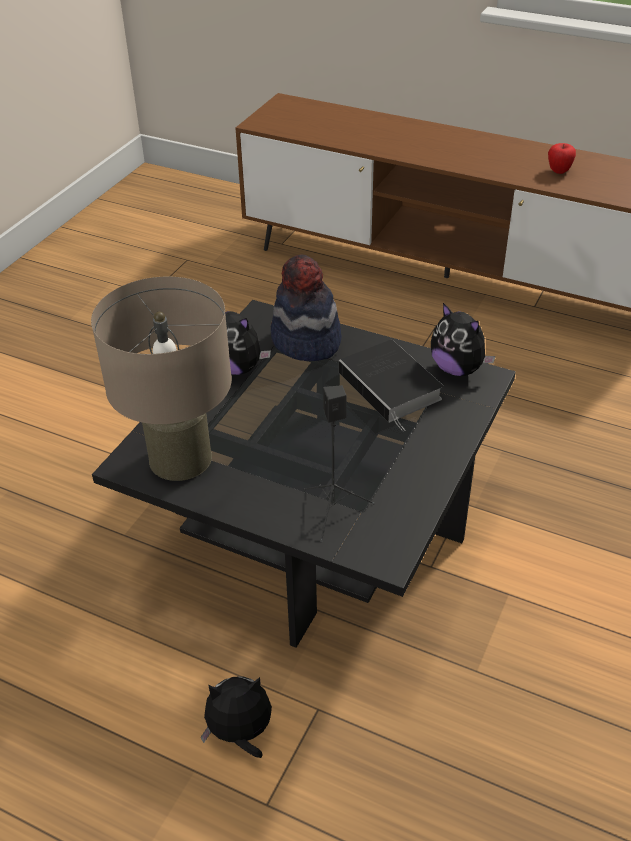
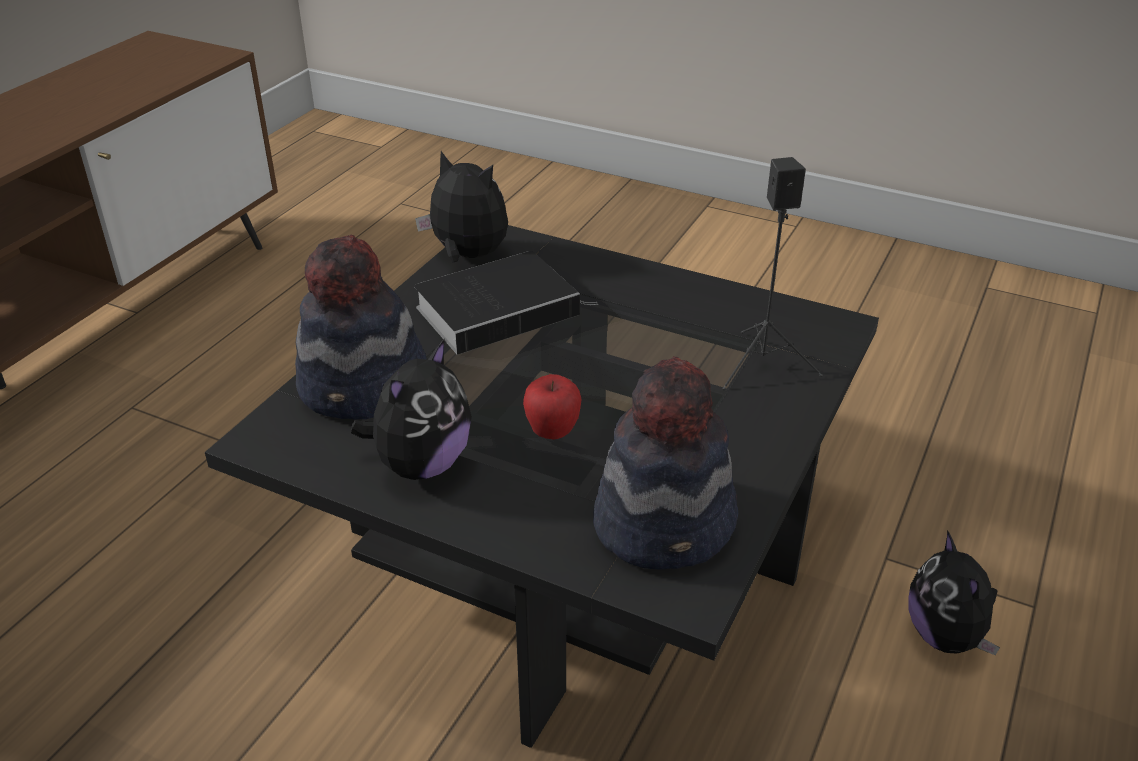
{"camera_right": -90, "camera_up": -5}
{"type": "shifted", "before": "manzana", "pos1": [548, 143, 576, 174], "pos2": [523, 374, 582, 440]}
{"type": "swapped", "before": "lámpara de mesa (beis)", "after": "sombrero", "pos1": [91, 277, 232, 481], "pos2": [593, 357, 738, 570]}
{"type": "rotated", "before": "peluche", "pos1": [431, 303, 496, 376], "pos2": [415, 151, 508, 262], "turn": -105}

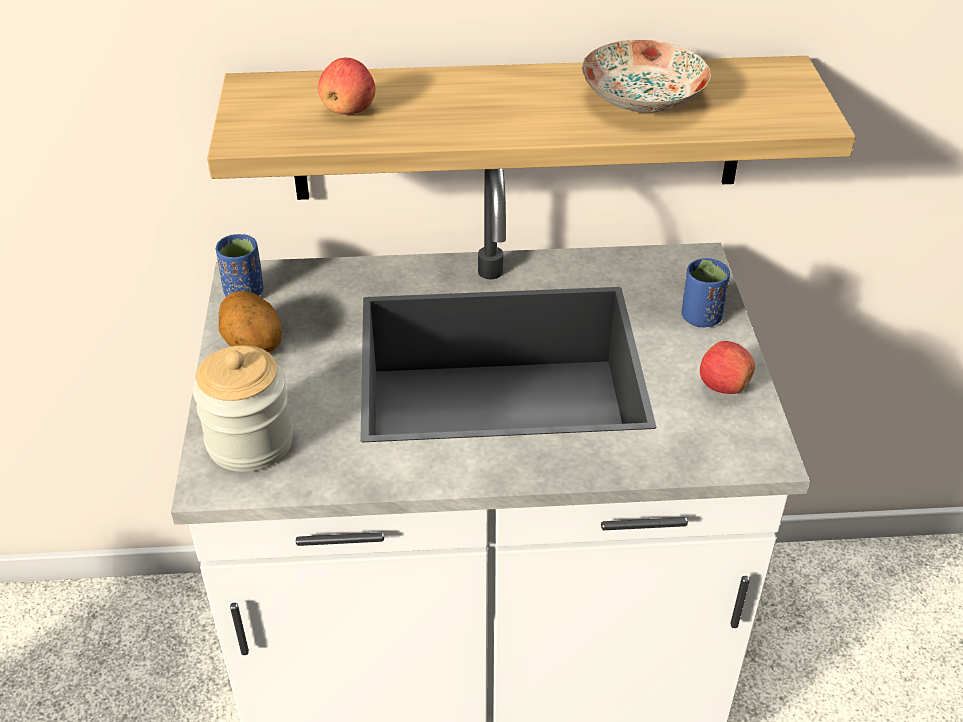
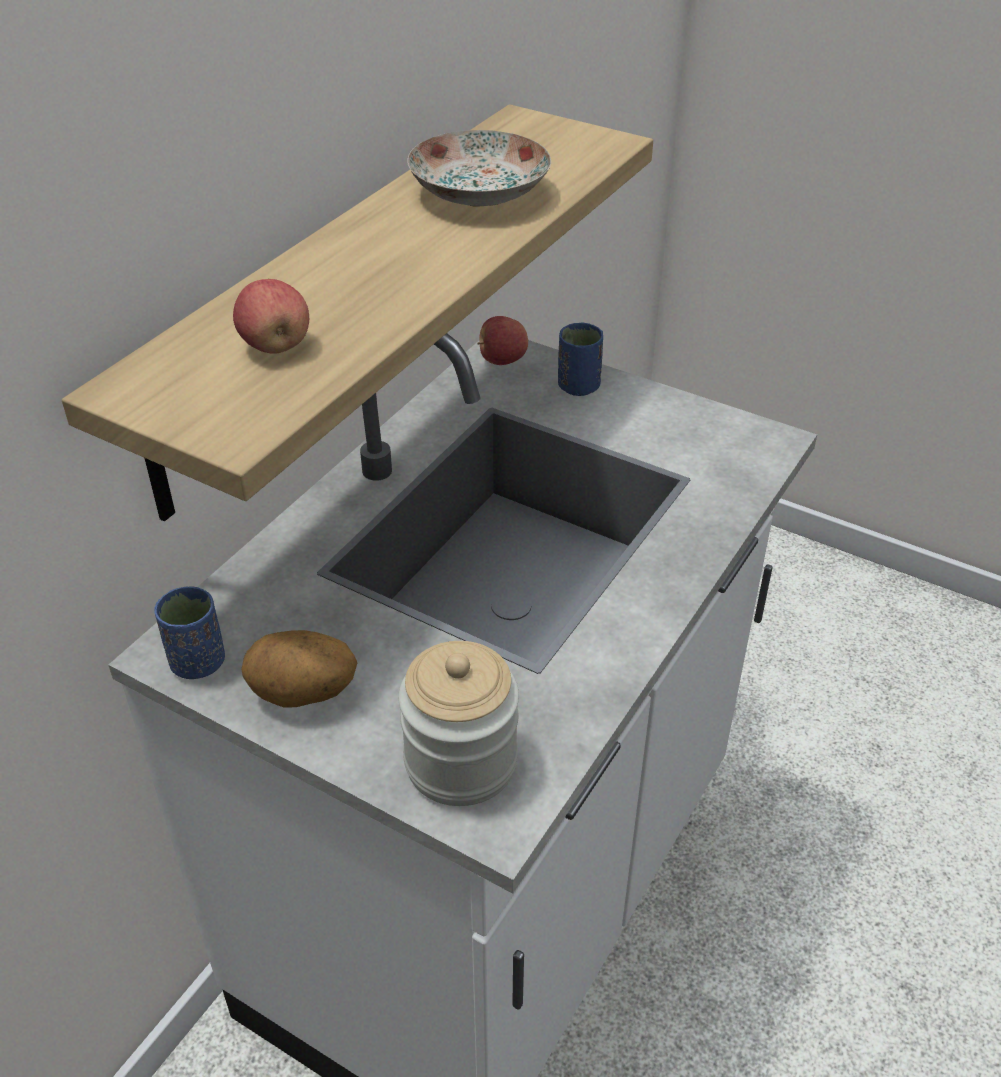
{"camera_right": -55, "camera_up": 0}
{"type": "shifted", "before": "manzana", "pos1": [700, 341, 755, 394], "pos2": [477, 316, 528, 365]}

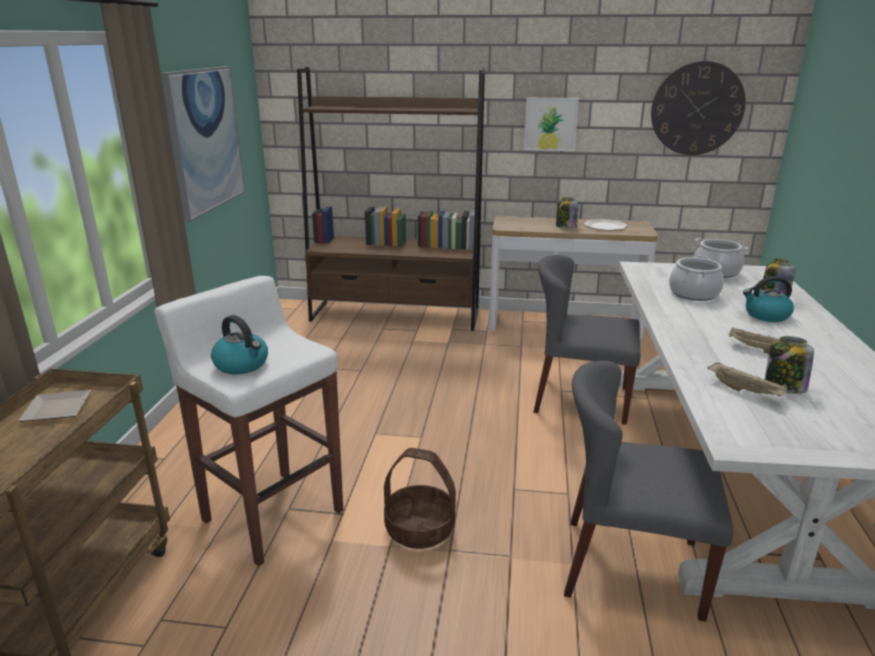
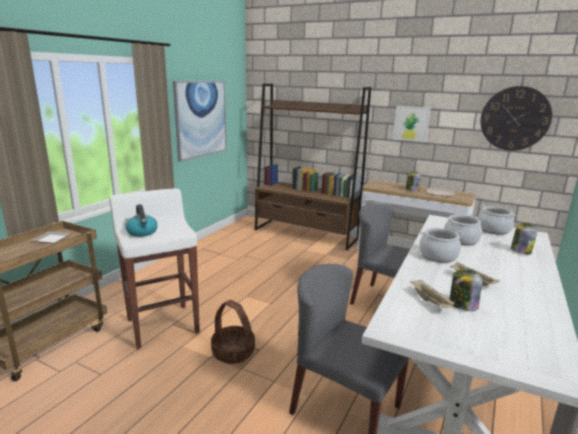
{"camera_right": 20, "camera_up": -5}
{"type": "gone", "before": "hervidor", "pos1": [743, 276, 794, 322]}
{"type": "new", "after": "olla", "pos2": [419, 228, 464, 263]}

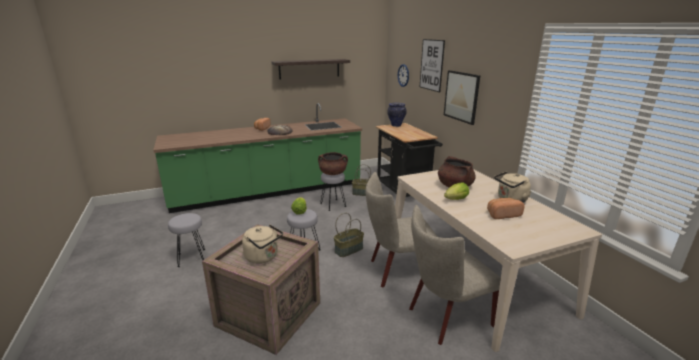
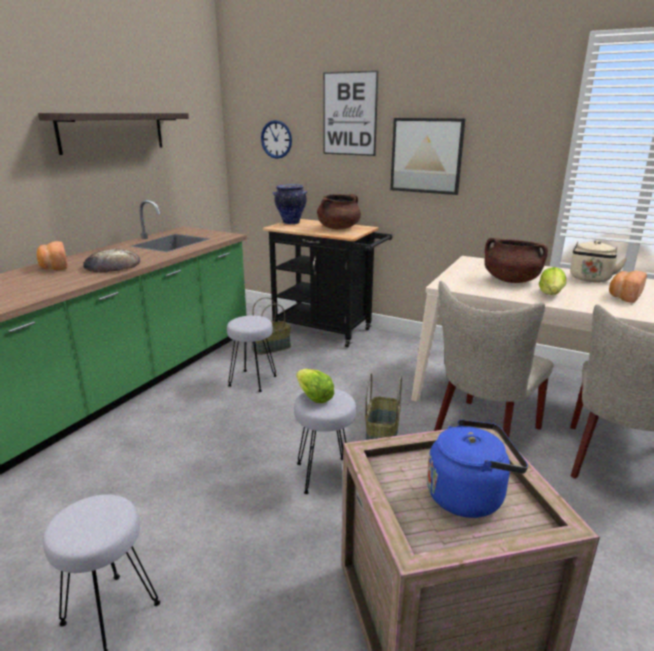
{"camera_right": -40, "camera_up": 0}
{"type": "shifted", "before": "olla (marrón)", "pos1": [318, 152, 348, 175], "pos2": [317, 194, 361, 229]}
{"type": "repainted", "before": "hervidor (beis)", "after": "hervidor (azul)", "pos1": [242, 224, 283, 264], "pos2": [427, 419, 528, 518]}

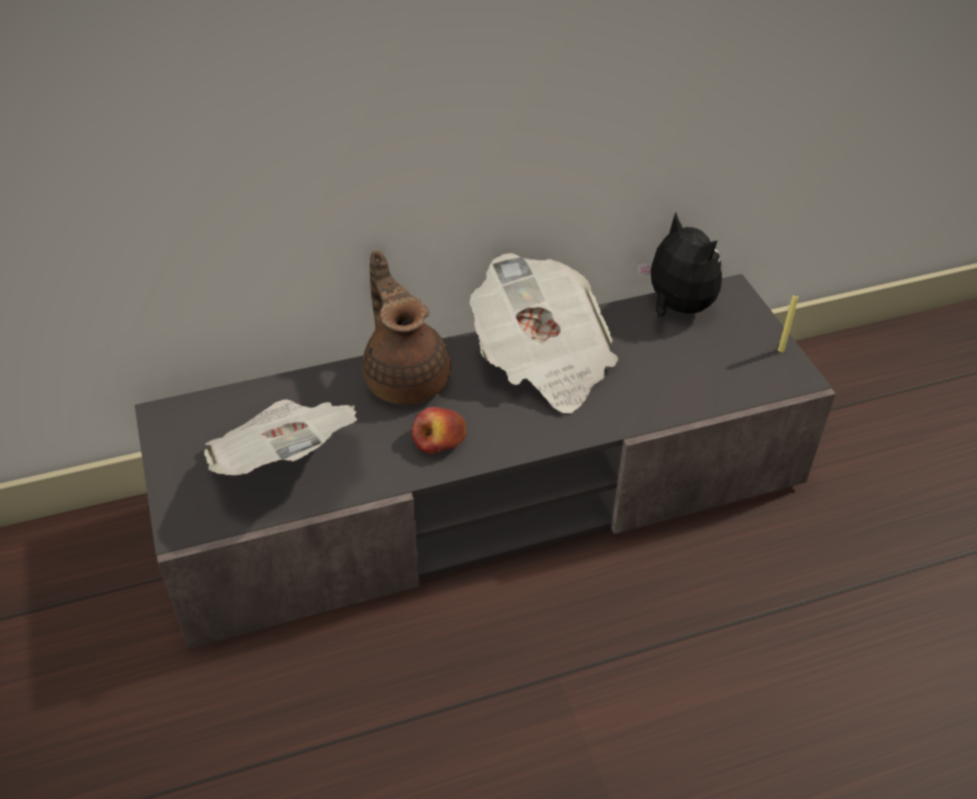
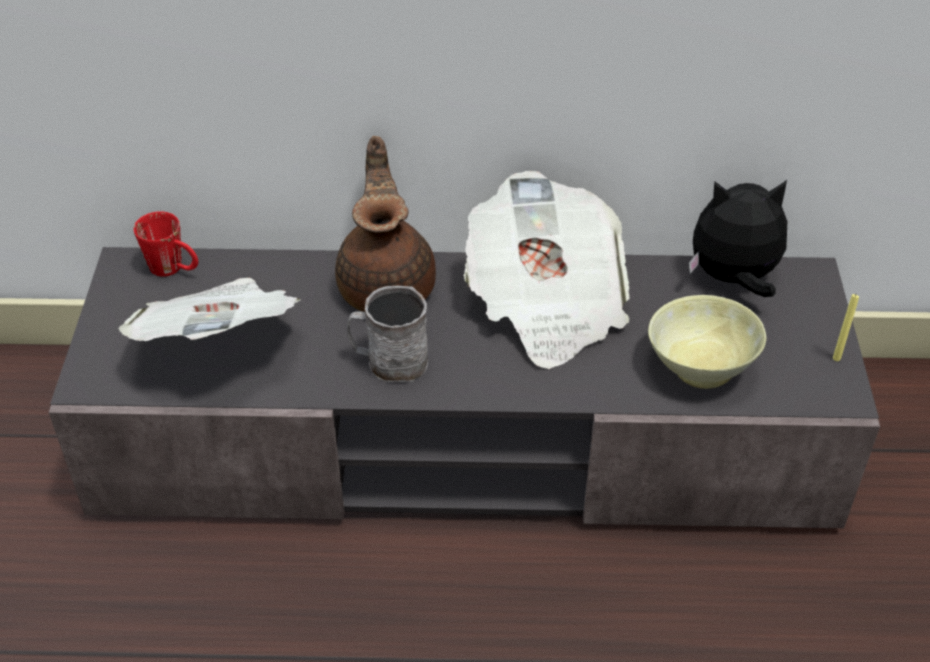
{"camera_right": 20, "camera_up": 0}
{"type": "new", "after": "taza grande (rojo)", "pos2": [134, 211, 198, 277]}
{"type": "new", "after": "cuenco (beis)", "pos2": [648, 295, 766, 389]}
{"type": "swapped", "before": "manzana", "after": "taza grande (gris)", "pos1": [411, 407, 467, 454], "pos2": [347, 286, 428, 382]}
{"type": "rotated", "before": "peluche", "pos1": [638, 212, 722, 317], "pos2": [689, 180, 787, 297], "turn": -75}

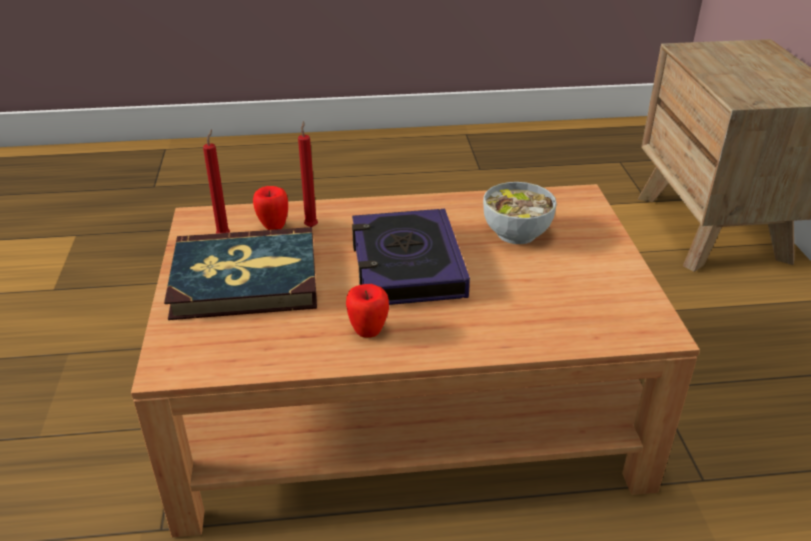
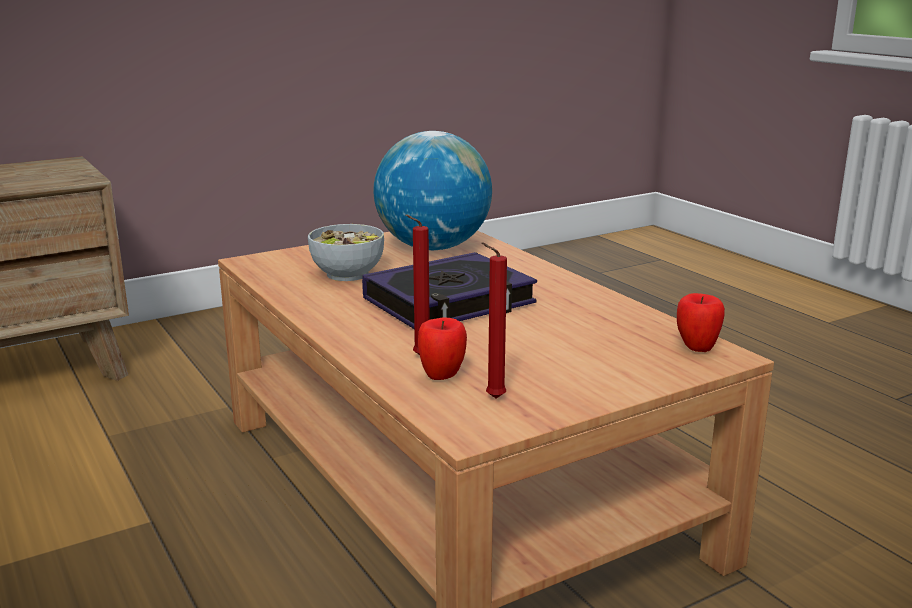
{"camera_right": -115, "camera_up": -15}
{"type": "gone", "before": "libro", "pos1": [164, 227, 317, 320]}
{"type": "new", "after": "globo terráqueo", "pos2": [373, 131, 492, 250]}
{"type": "shifted", "before": "manzana", "pos1": [346, 284, 389, 338], "pos2": [677, 293, 725, 352]}

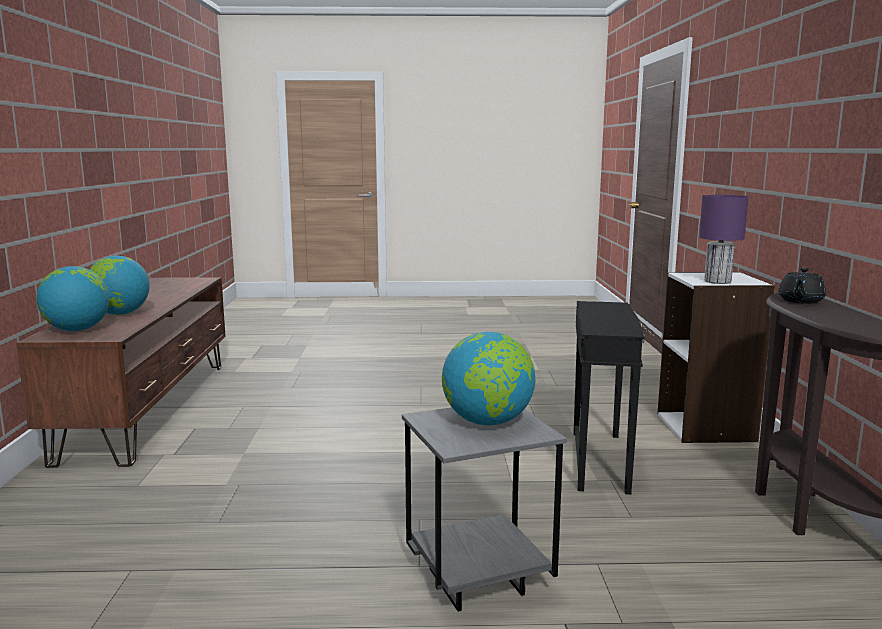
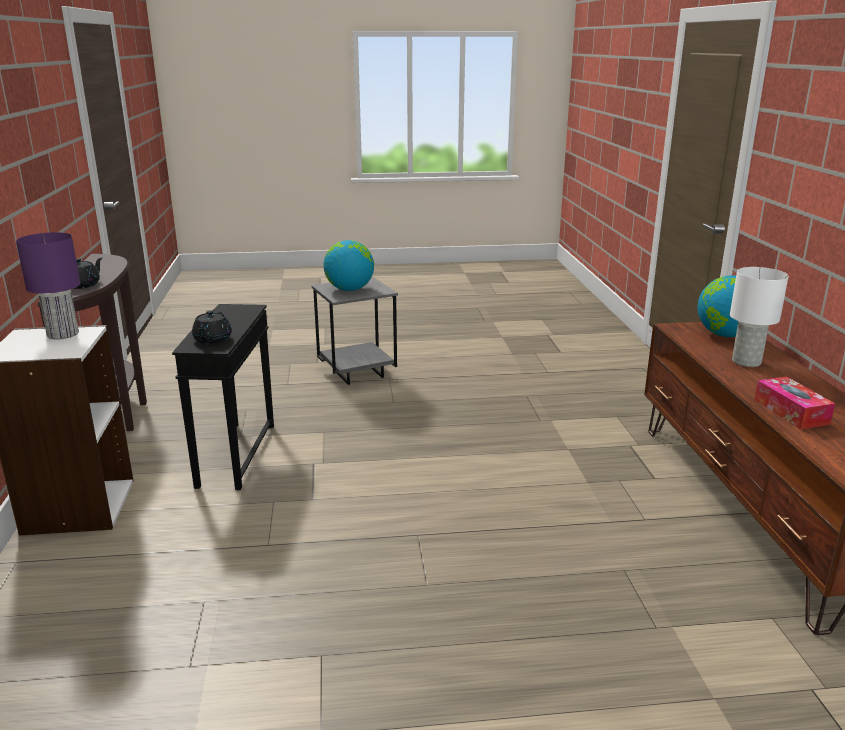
{"camera_right": 175, "camera_up": 10}
{"type": "new", "after": "tetera (negro)", "pos2": [192, 310, 232, 344]}
{"type": "new", "after": "caja de pañuelos", "pos2": [754, 376, 835, 429]}
{"type": "swapped", "before": "globo terráqueo", "after": "lámpara de mesa (blanco)", "pos1": [89, 256, 150, 315], "pos2": [730, 267, 789, 367]}

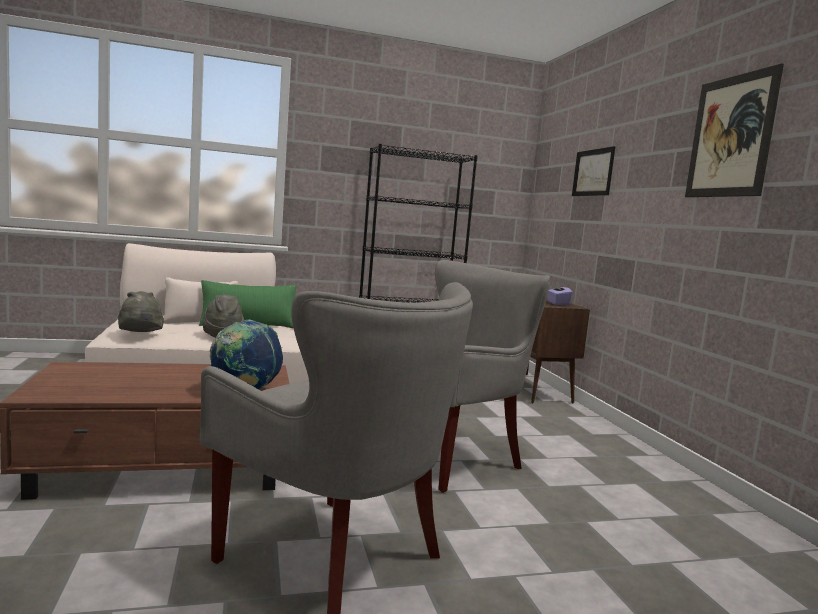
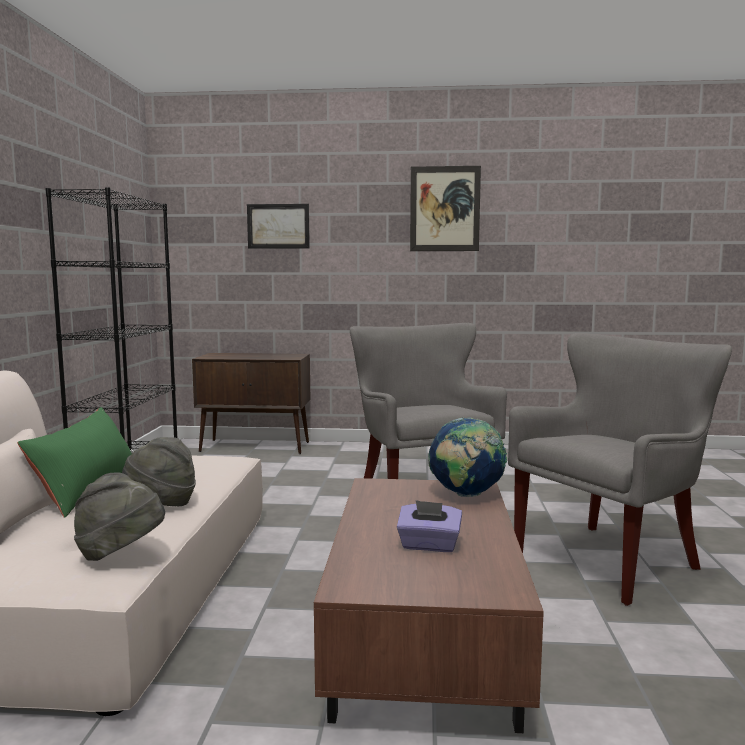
{"camera_right": -70, "camera_up": 0}
{"type": "shifted", "before": "caja de pañuelos (morado)", "pos1": [547, 282, 573, 305], "pos2": [397, 500, 462, 552]}

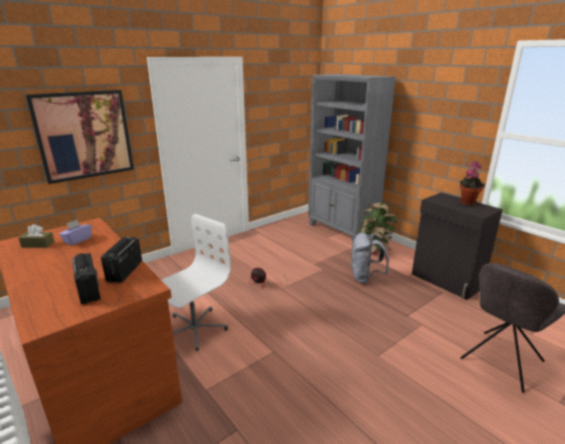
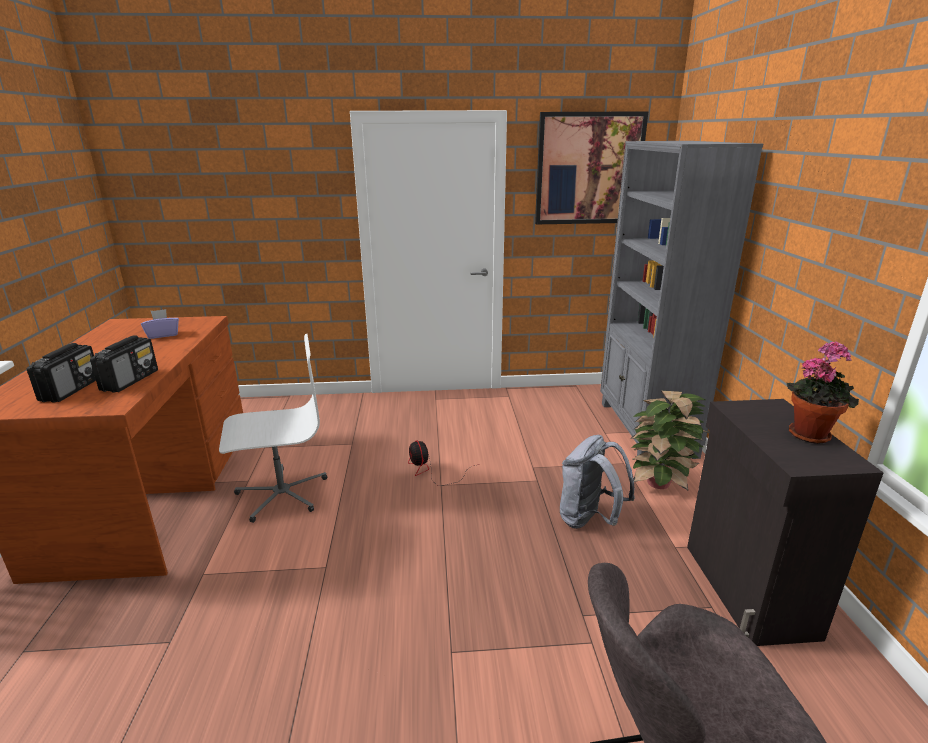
{"camera_right": 35, "camera_up": 0}
{"type": "gone", "before": "caja de pañuelos (marrón)", "pos1": [19, 224, 54, 248]}
{"type": "shifted", "before": "cuadro", "pos1": [26, 90, 134, 184], "pos2": [535, 111, 648, 224]}
{"type": "rotated", "before": "radio", "pos1": [101, 237, 142, 283], "pos2": [90, 335, 158, 393], "turn": 150}

